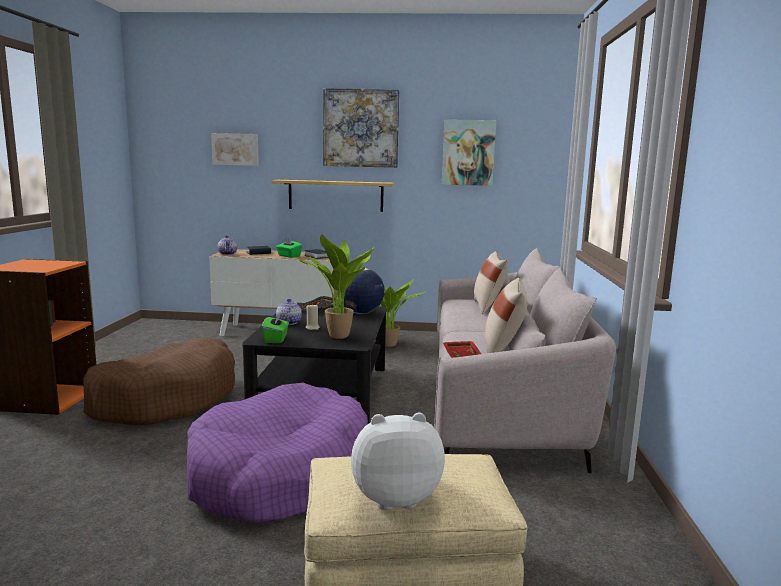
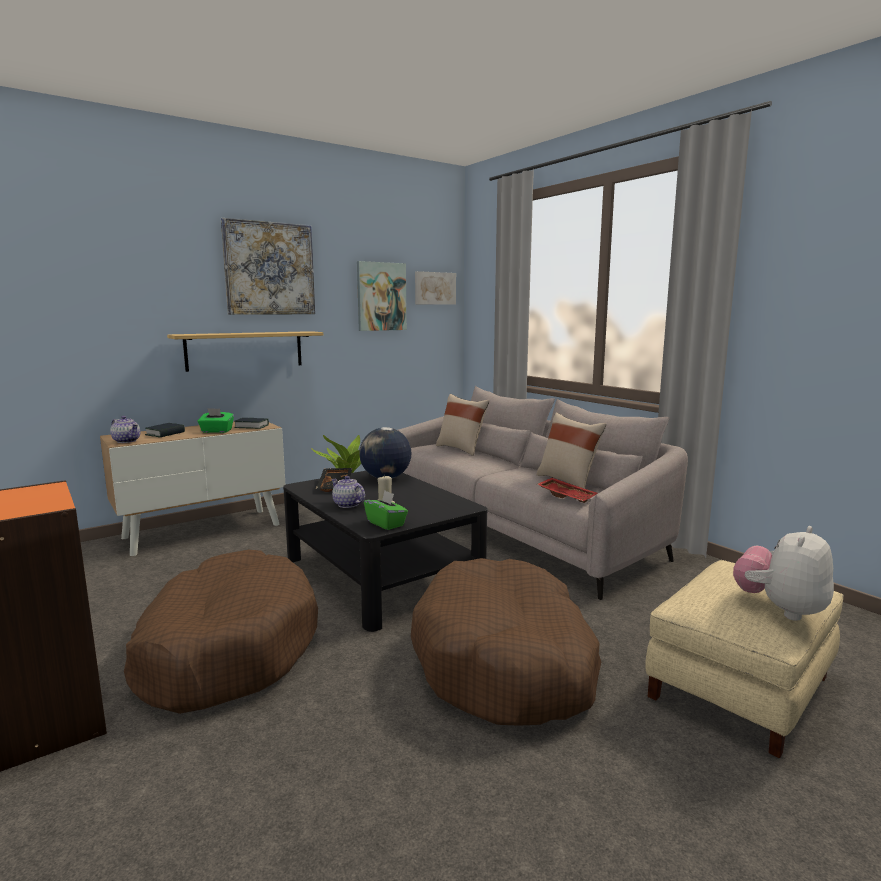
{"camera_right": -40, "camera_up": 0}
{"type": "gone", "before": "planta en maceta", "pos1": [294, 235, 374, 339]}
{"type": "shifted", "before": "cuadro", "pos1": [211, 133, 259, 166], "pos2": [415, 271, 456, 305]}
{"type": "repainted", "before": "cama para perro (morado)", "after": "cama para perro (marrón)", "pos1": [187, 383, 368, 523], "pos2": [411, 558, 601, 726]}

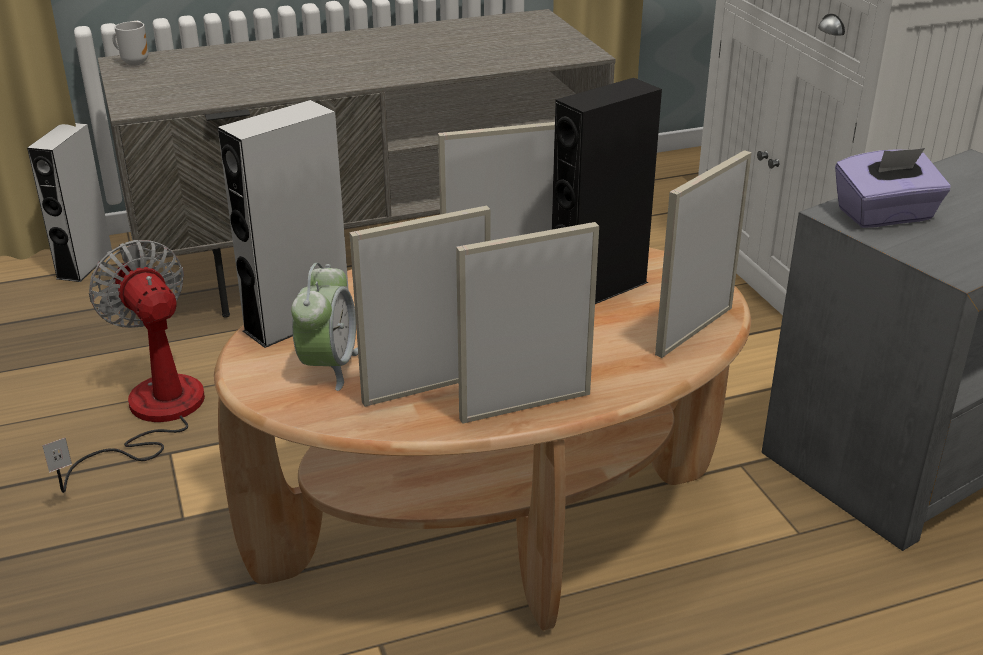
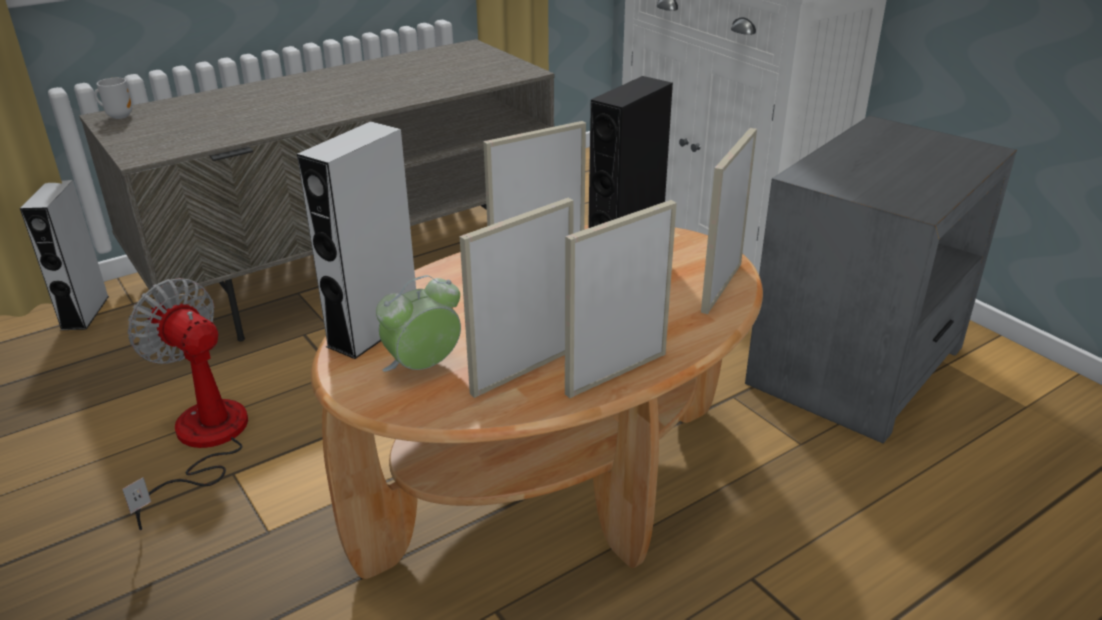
{"camera_right": -15, "camera_up": 0}
{"type": "gone", "before": "caja de pañuelos (morado)", "pos1": [835, 148, 951, 228]}
{"type": "rotated", "before": "despertador", "pos1": [291, 263, 358, 391], "pos2": [376, 275, 461, 372], "turn": -120}

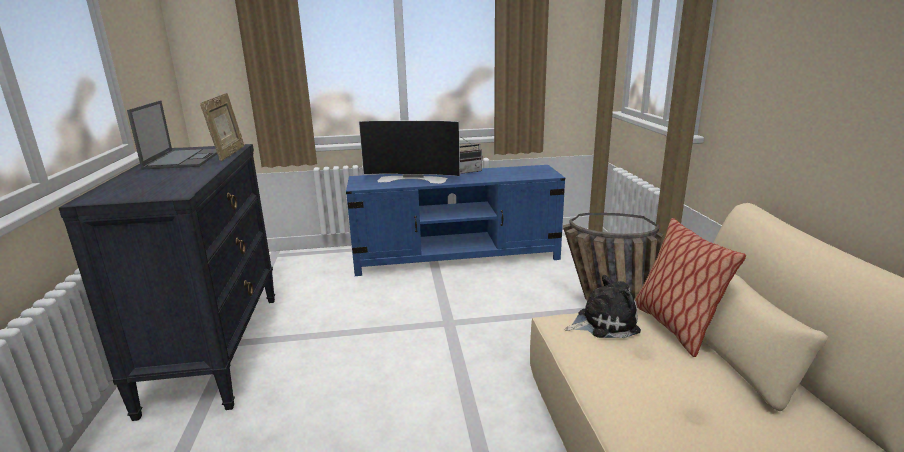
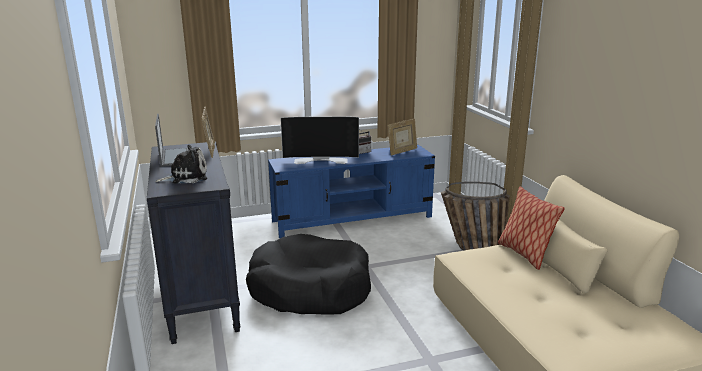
{"camera_right": -10, "camera_up": 0}
{"type": "new", "after": "cama para perro (negro)", "pos2": [246, 234, 371, 315]}
{"type": "new", "after": "portarretratos", "pos2": [388, 118, 417, 155]}
{"type": "shifted", "before": "peluche", "pos1": [565, 275, 641, 338], "pos2": [155, 145, 207, 184]}

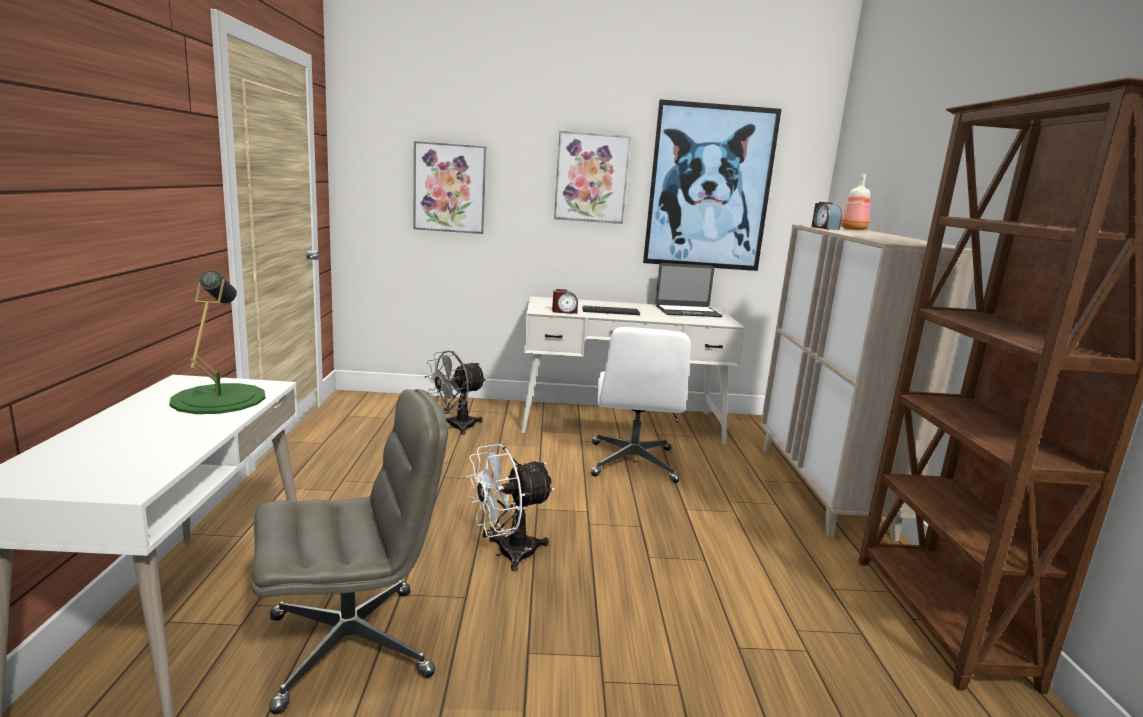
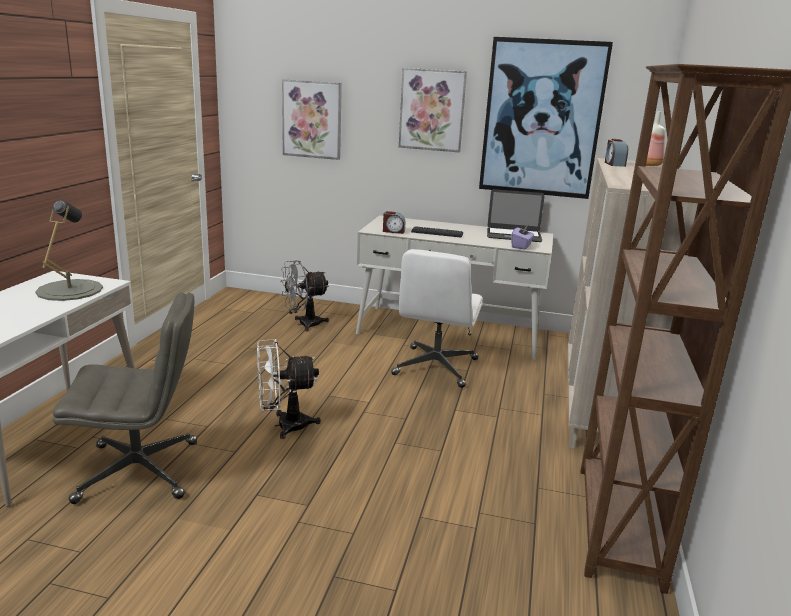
{"camera_right": 15, "camera_up": 5}
{"type": "new", "after": "caja de pañuelos (morado)", "pos2": [511, 224, 534, 250]}
{"type": "repainted", "before": "lámpara de mesa (verde)", "after": "lámpara de mesa (gris)", "pos1": [169, 271, 265, 414], "pos2": [35, 200, 103, 301]}

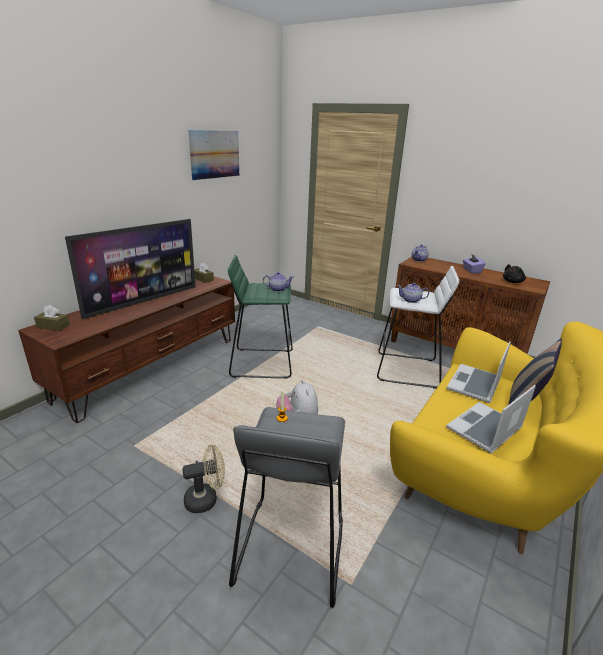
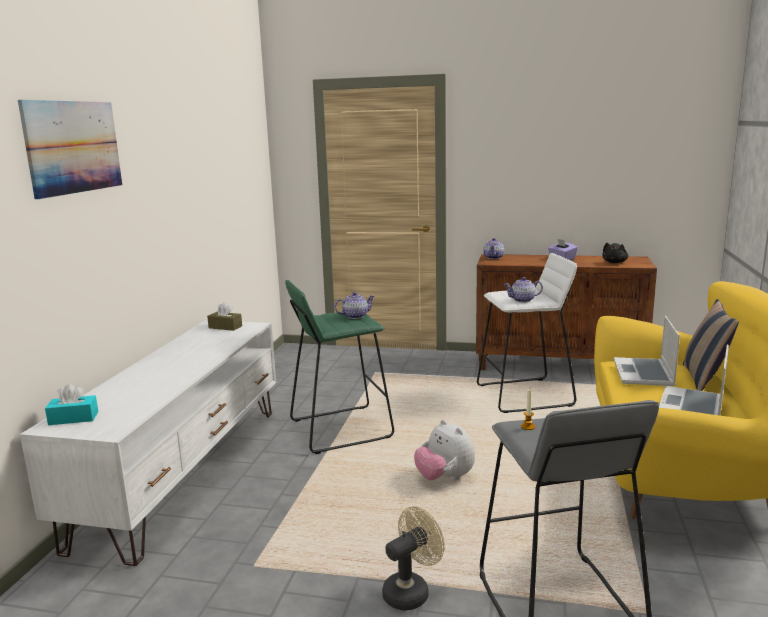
{"camera_right": -20, "camera_up": -10}
{"type": "gone", "before": "televisor", "pos1": [65, 219, 196, 319]}
{"type": "shifted", "before": "cuadro", "pos1": [188, 130, 239, 180], "pos2": [18, 100, 122, 199]}
{"type": "repainted", "before": "mueble de televisión (marrón)", "after": "mueble de televisión (blanco)", "pos1": [18, 276, 235, 423], "pos2": [20, 320, 276, 566]}
{"type": "repainted", "before": "caja de pañuelos (marrón)", "after": "caja de pañuelos (turquesa)", "pos1": [34, 305, 70, 331], "pos2": [45, 384, 98, 425]}

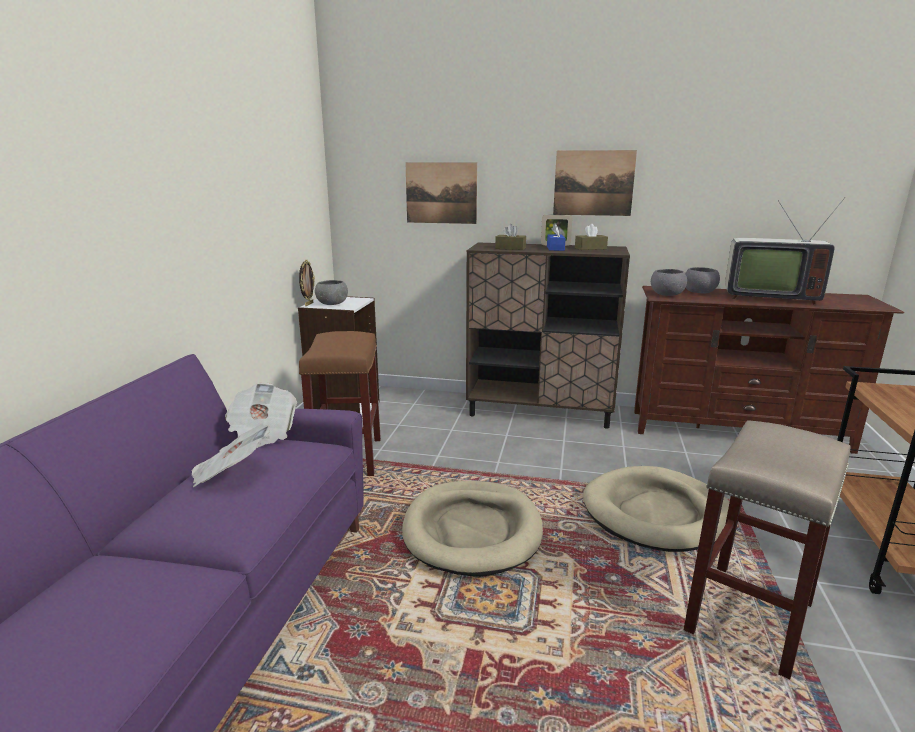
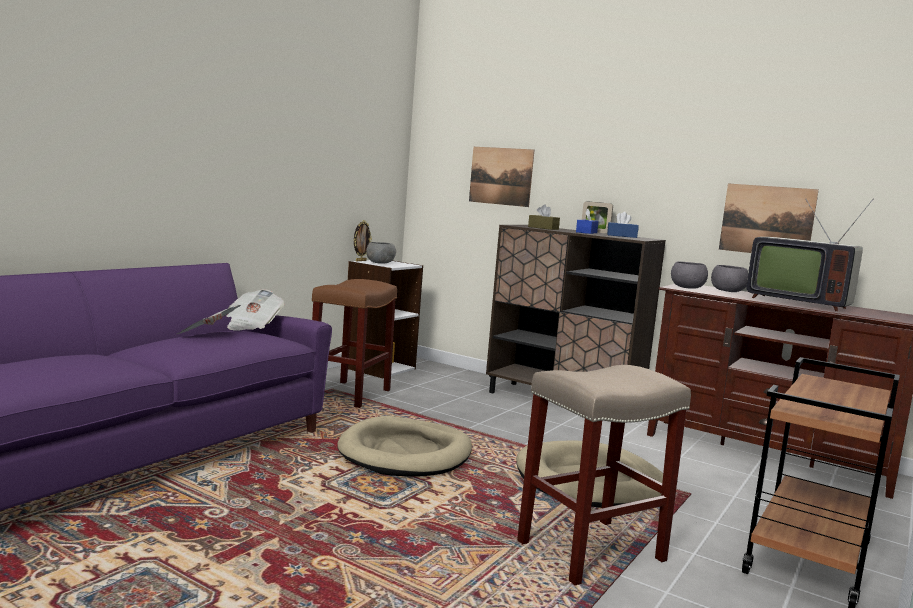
{"camera_right": 20, "camera_up": -10}
{"type": "shifted", "before": "cuadro", "pos1": [553, 150, 637, 216], "pos2": [719, 184, 819, 253]}
{"type": "repainted", "before": "caja de pañuelos (marrón)", "after": "caja de pañuelos (azul)", "pos1": [575, 224, 608, 250], "pos2": [607, 212, 639, 238]}

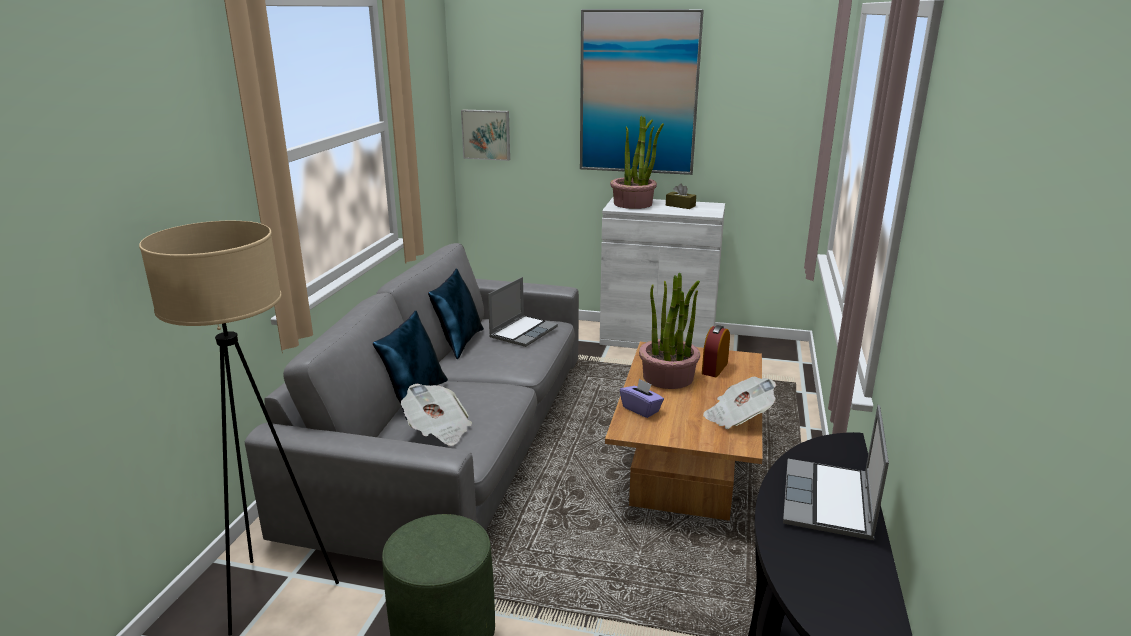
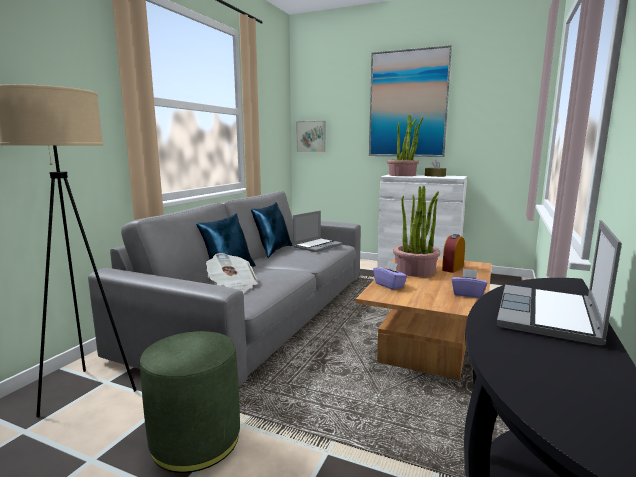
{"camera_right": 10, "camera_up": -10}
{"type": "swapped", "before": "periódico", "after": "caja de pañuelos (morado)", "pos1": [703, 376, 777, 429], "pos2": [452, 269, 487, 298]}

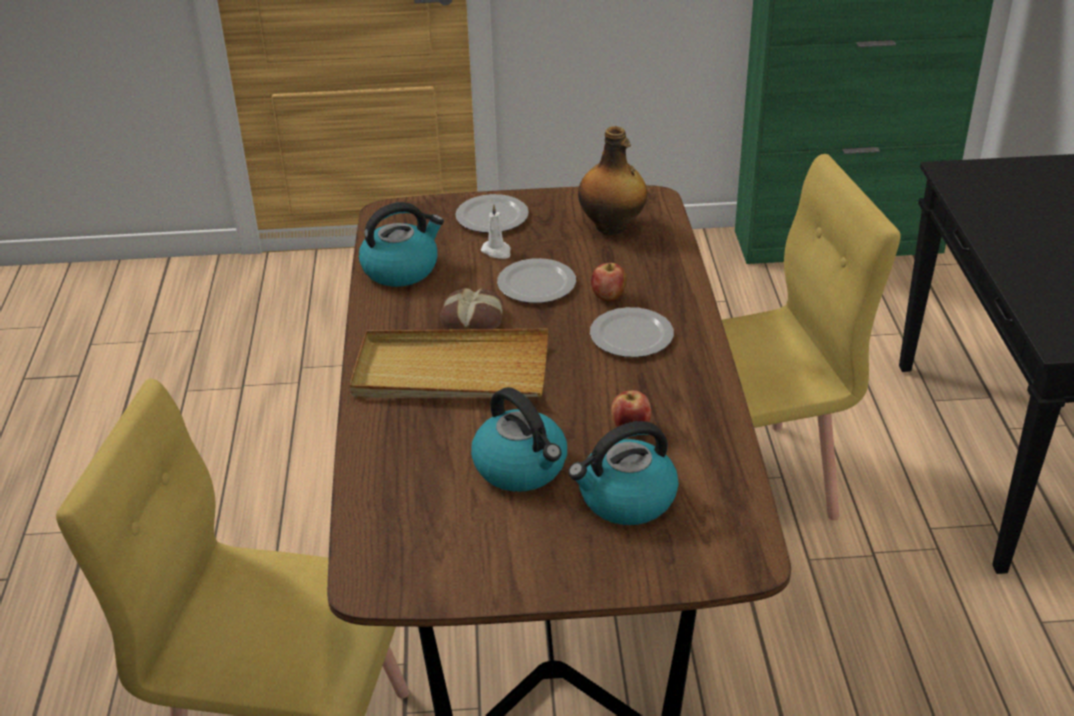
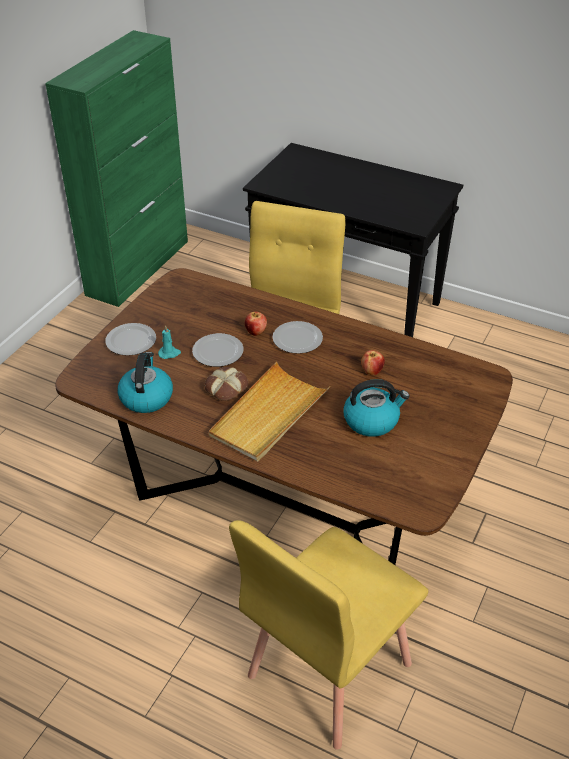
{"camera_right": -60, "camera_up": 5}
{"type": "gone", "before": "hervidor", "pos1": [568, 421, 679, 525]}
{"type": "gone", "before": "botella", "pos1": [578, 126, 647, 235]}
{"type": "repainted", "before": "vela (blanco)", "after": "vela (turquesa)", "pos1": [481, 205, 511, 259], "pos2": [158, 325, 181, 359]}

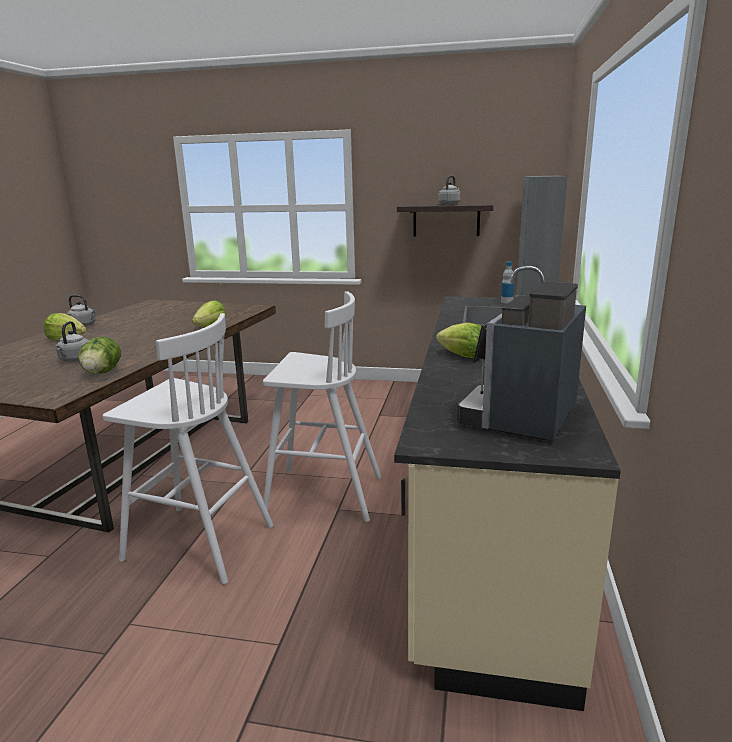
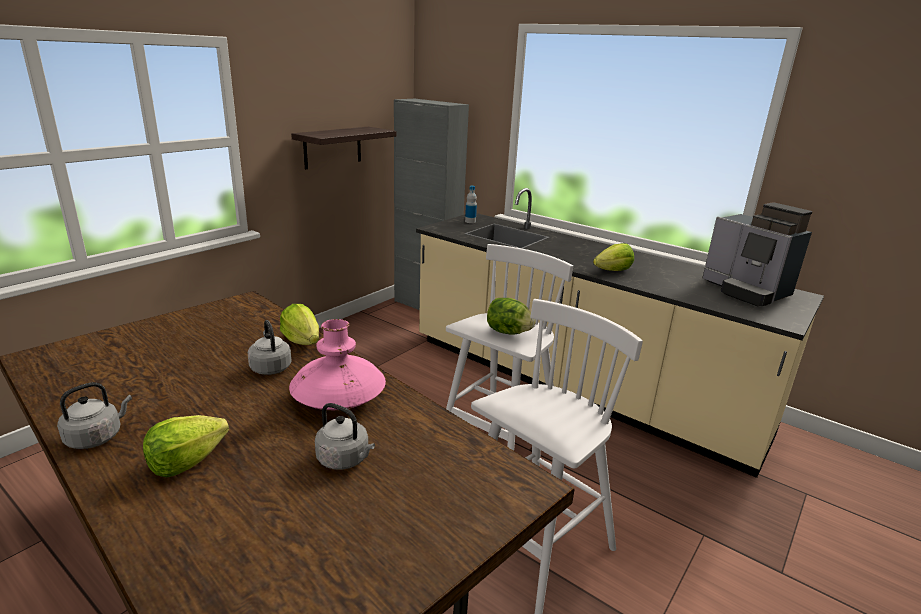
{"camera_right": -65, "camera_up": 5}
{"type": "new", "after": "florero (rosa)", "pos2": [289, 319, 386, 410]}
{"type": "shifted", "before": "lechuga", "pos1": [78, 337, 121, 374], "pos2": [487, 298, 536, 335]}
{"type": "shifted", "before": "hervidor (gris)", "pos1": [439, 176, 461, 205], "pos2": [248, 320, 292, 375]}

